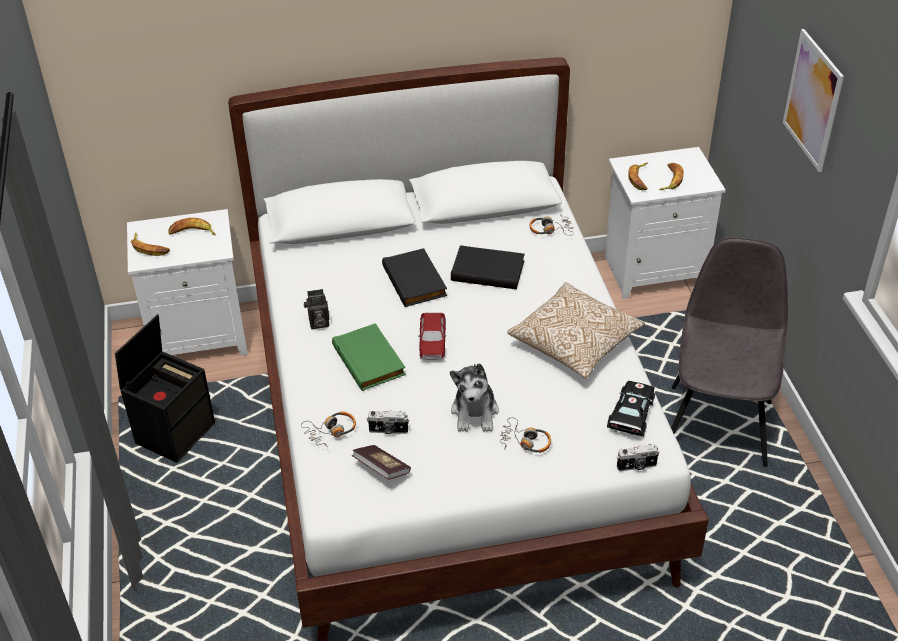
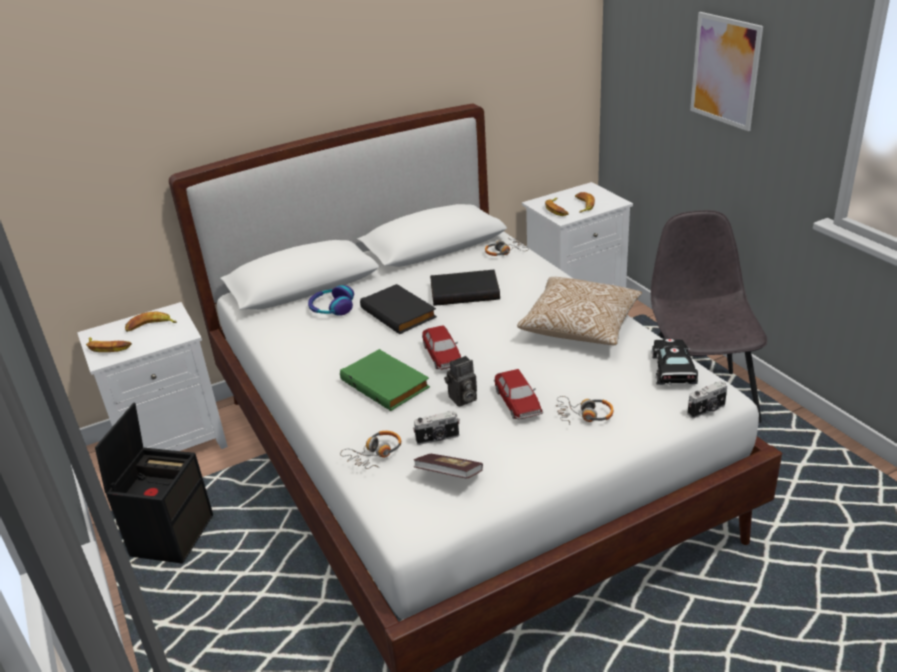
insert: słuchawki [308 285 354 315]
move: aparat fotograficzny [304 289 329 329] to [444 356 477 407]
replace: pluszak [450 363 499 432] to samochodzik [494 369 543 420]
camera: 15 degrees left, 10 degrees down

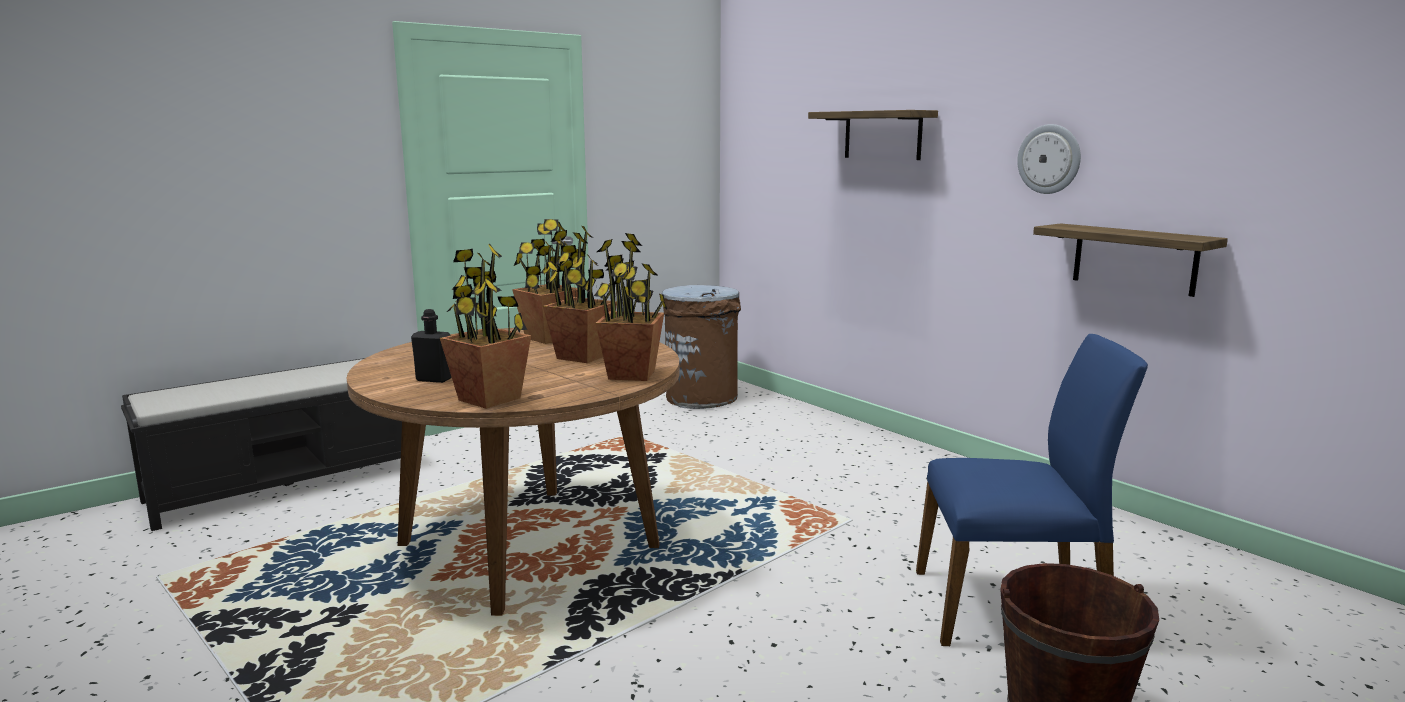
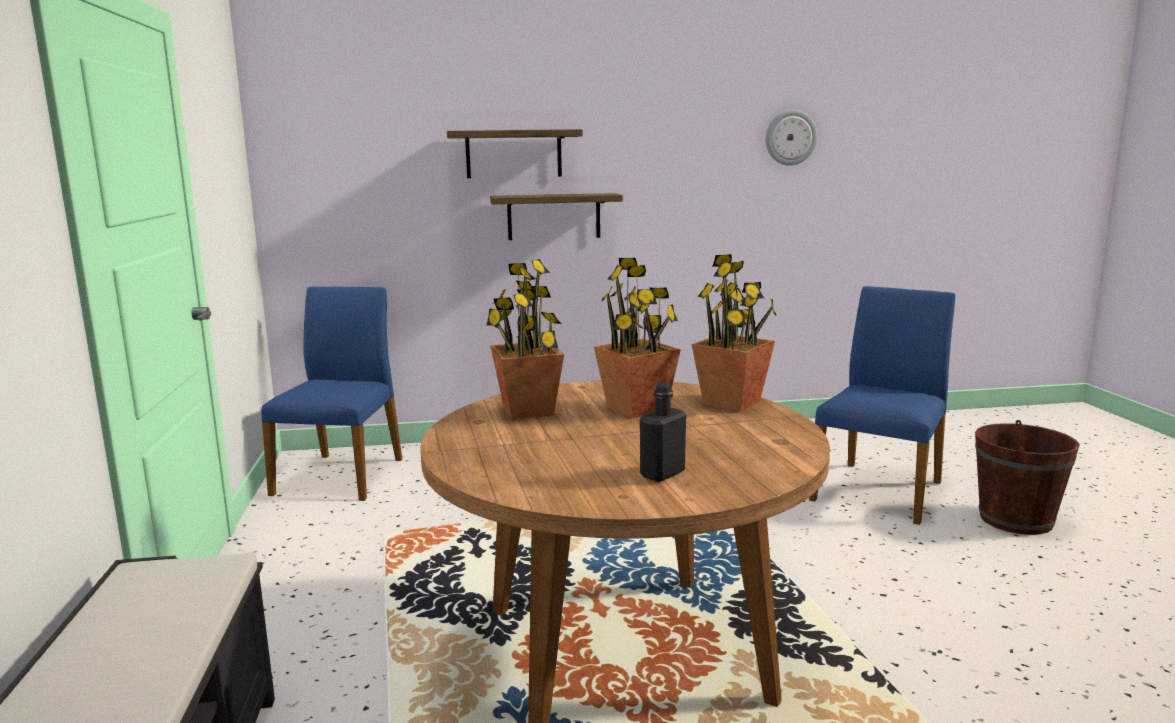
delete: roślina doniczkowa [440 244 531 409]
move: półka [1033 223 1228 297] to [490 193 623 240]; zegar ścienny [1017 124 1081 194] to [765 110 817 166]
replace: kosz na śmieci (brązowy) [662 285 741 409] to krzesło (niebieski) [261 286 402 501]
camera: 60 degrees left, 0 degrees up

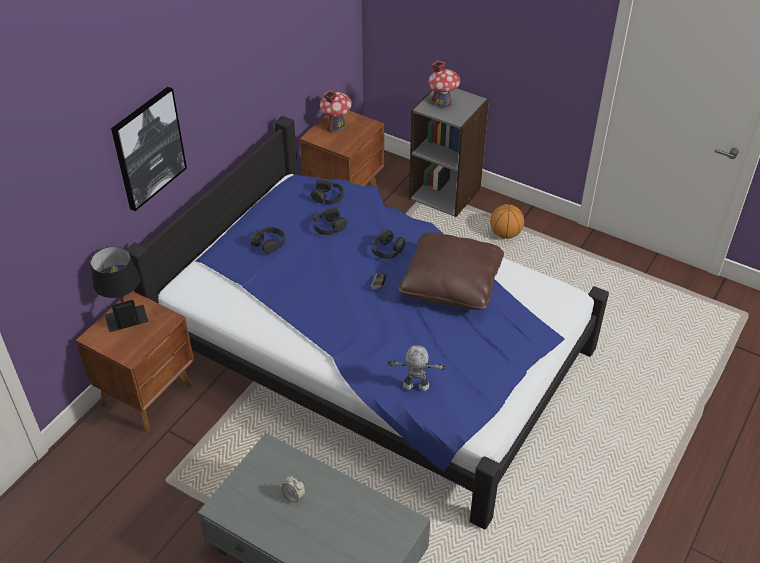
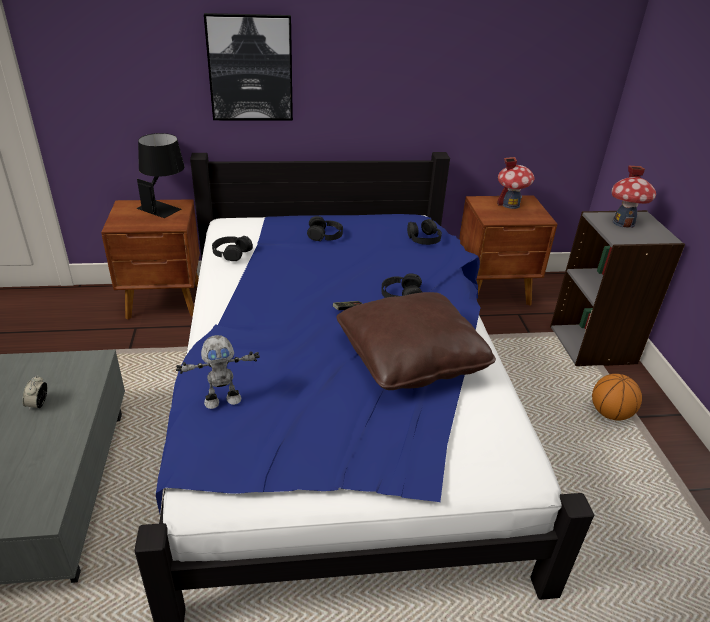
move: słuchawki (czarny) [313 207 347 235] to [212 236 253 261]
rotate: robot zabawkowy [387 345 446 391] = [176 335 260 409] 105 degrees clockwise
camera: 50 degrees right, 10 degrees down

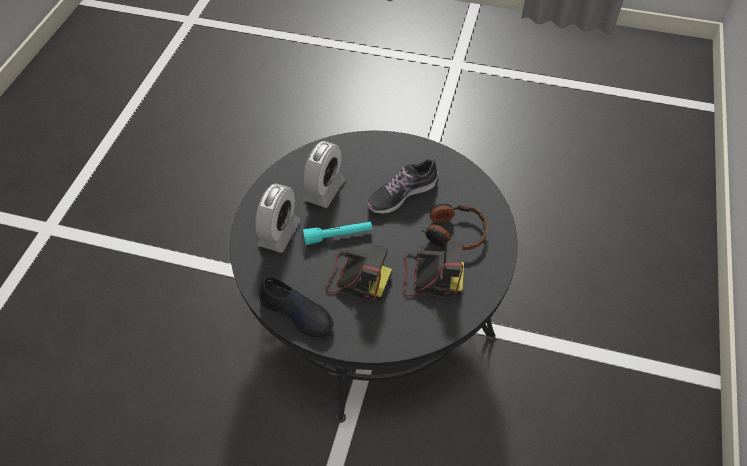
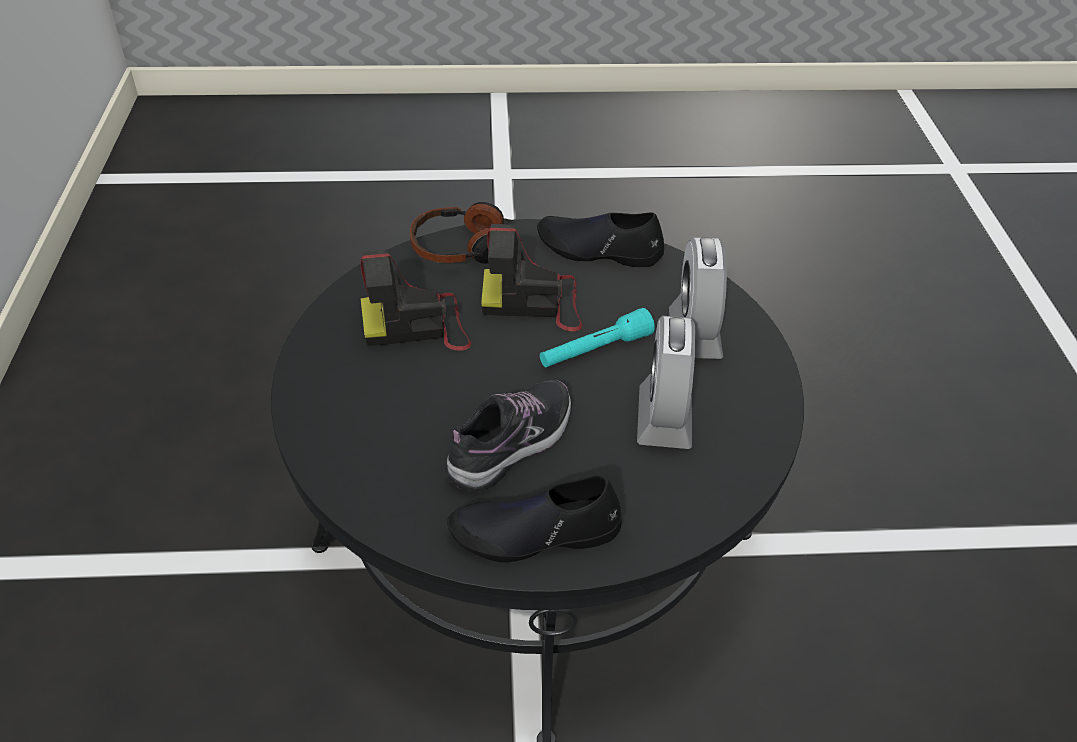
insert: but (czarny) [447 476 621 563]
move: słuchawki [421 204 488 250] to [410 202 513 264]
camera: 160 degrees right, 10 degrees down

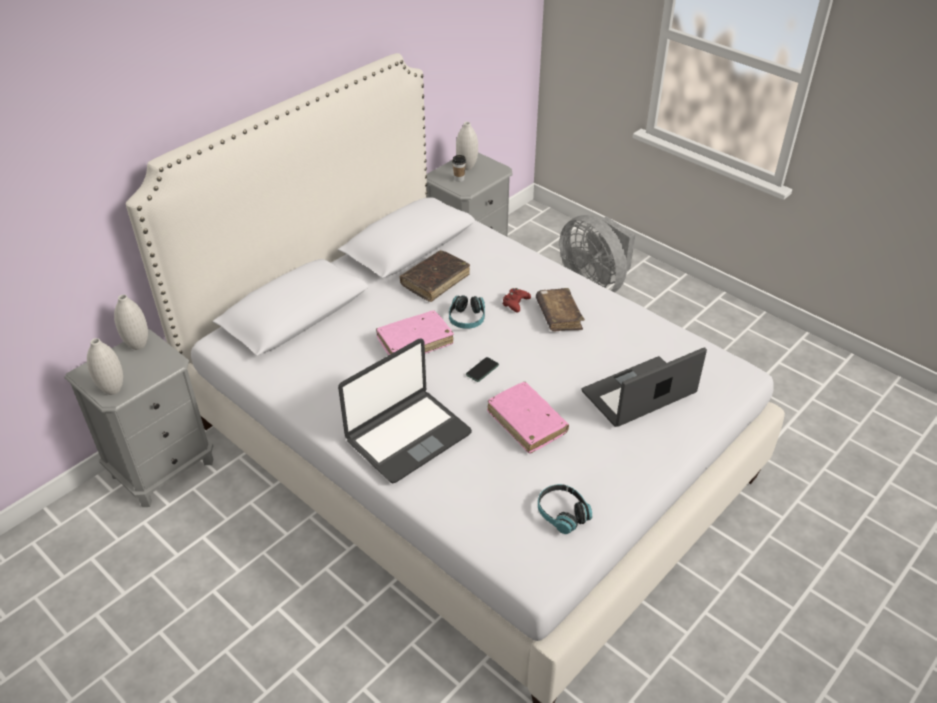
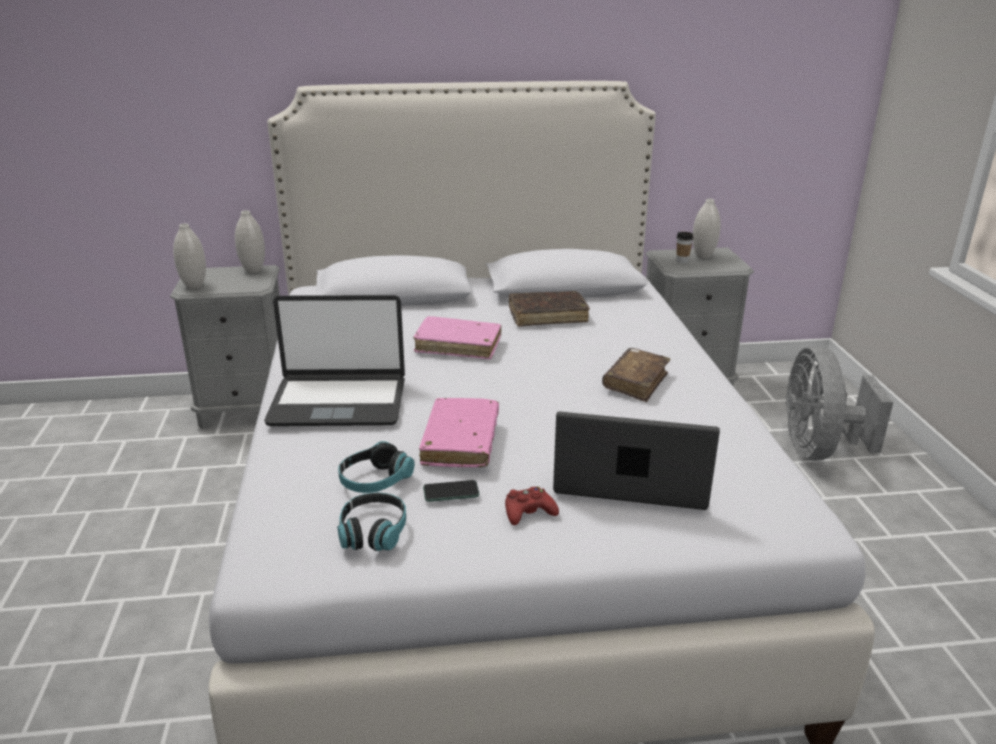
move: słuchawki [449 295 485 329] to [338 441 415 493]; telefon [466 357 499 382] to [423 480 479 502]; pad do gier (czerwony) [503 288 531 313] to [505 486 559 525]
camera: 40 degrees right, 15 degrees down

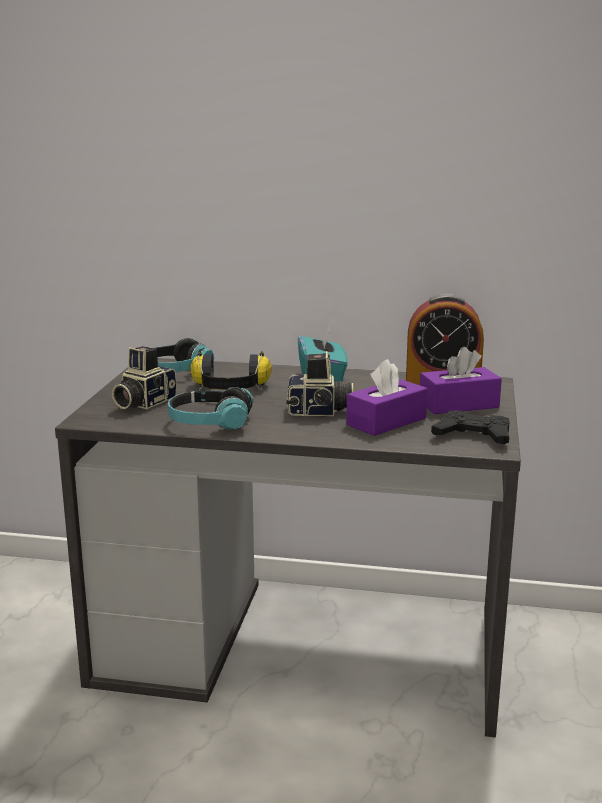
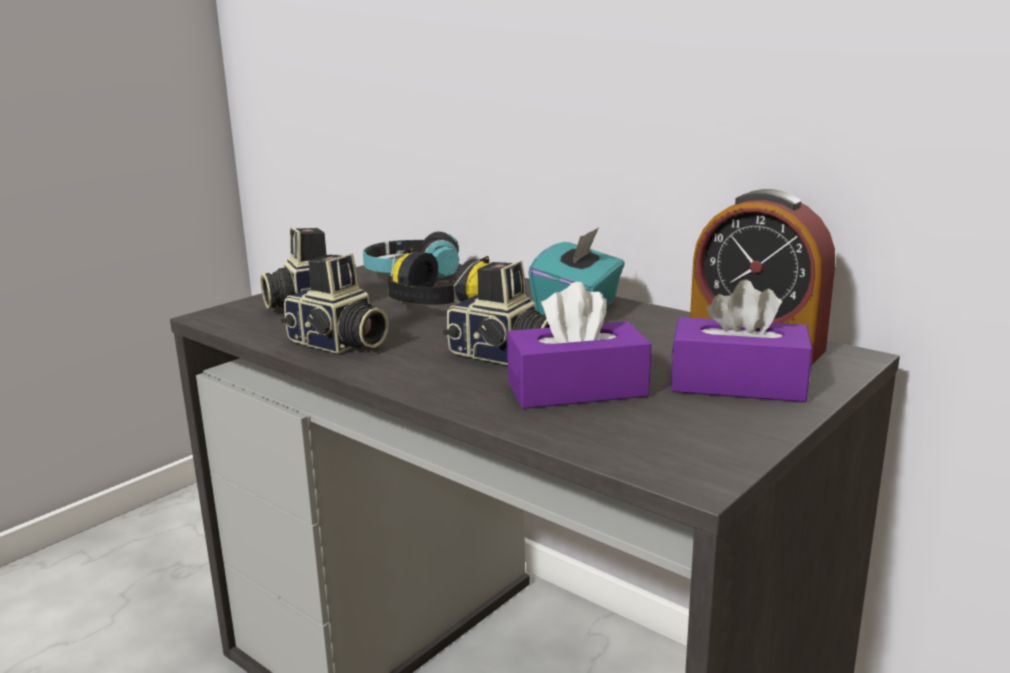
delete: pad do gier (czarny) [431 410 510 444]
replace: słuchawki [168 387 253 429] to aparat fotograficzny [281 253 389 354]
camera: 30 degrees right, 0 degrees up

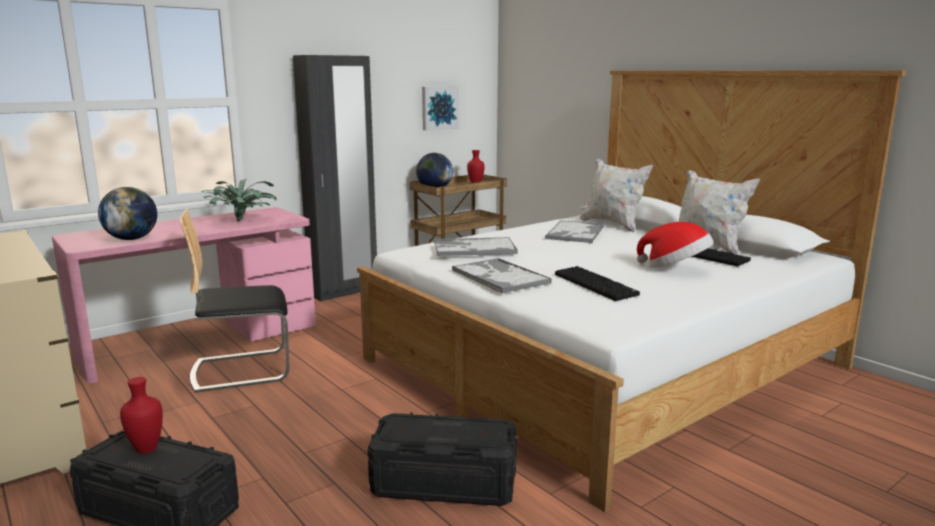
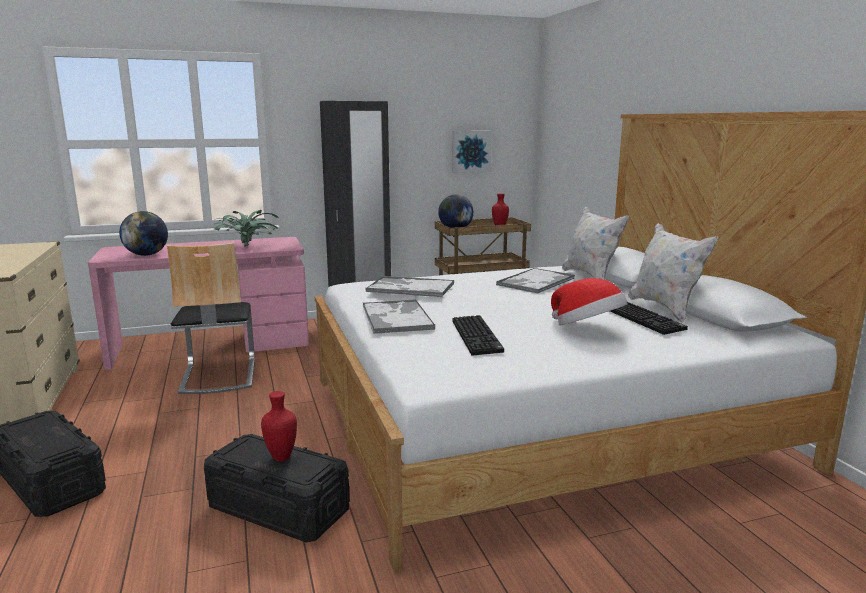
move: wazon (czerwony) [120 377 163 454] to [261 391 297 462]
rotate: krzesło [180 209 290 393] = [167 243 255 394] 105 degrees counterclockwise
camera: 20 degrees right, 0 degrees up

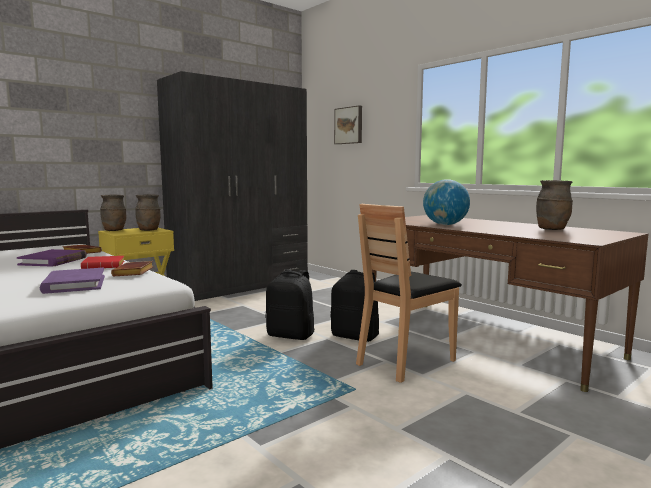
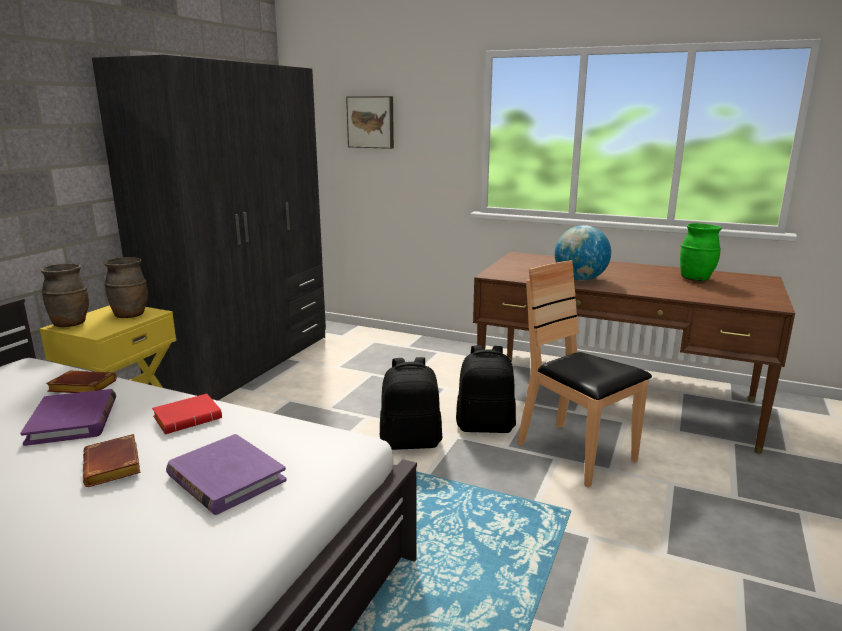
move: książka (brązowy) [111 261 153 276] to [83 434 140 487]
recolor: wazon (brązowy) [536 180 573 230] to wazon (zielony) [680 223 722 281]
rotate: krzesło (brązowy) [356 204 462 383] = [517 260 652 488] 120 degrees clockwise
camera: 25 degrees left, 10 degrees up

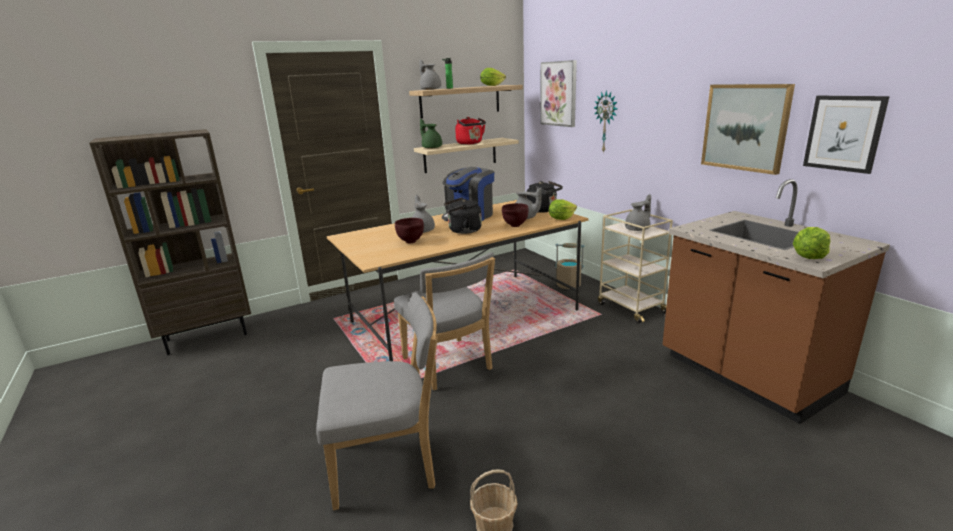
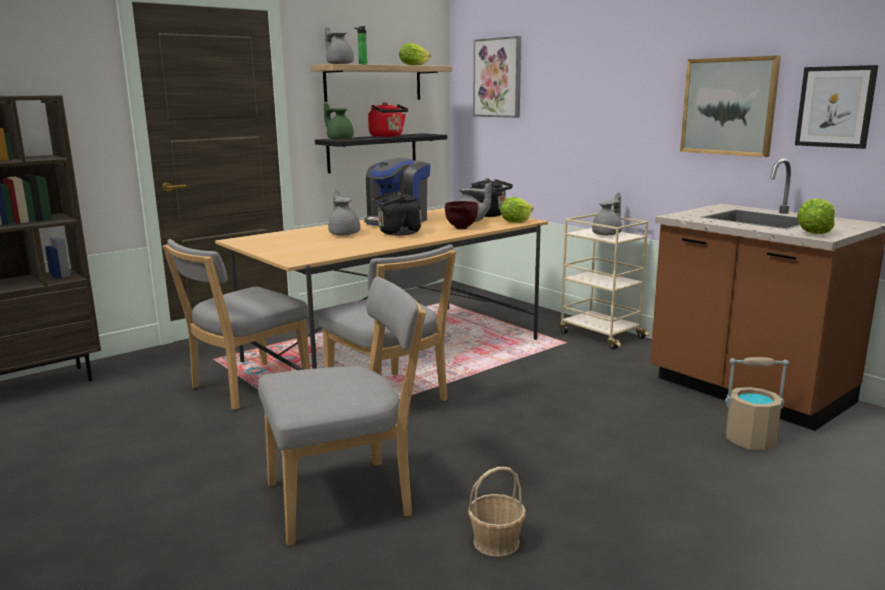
delete: miska (brązowy) [395 218 424 243]; zegar ścienny [594 90 618 153]
insert: krzesło (szary) [163 239 310 410]
move: wiadro (beżowy) [555 243 584 289] to [725 357 789 450]
recolor: półka (beżowy) [414 138 519 173] to półka (czarny) [315 133 447 173]
camera: 10 degrees left, 5 degrees down

